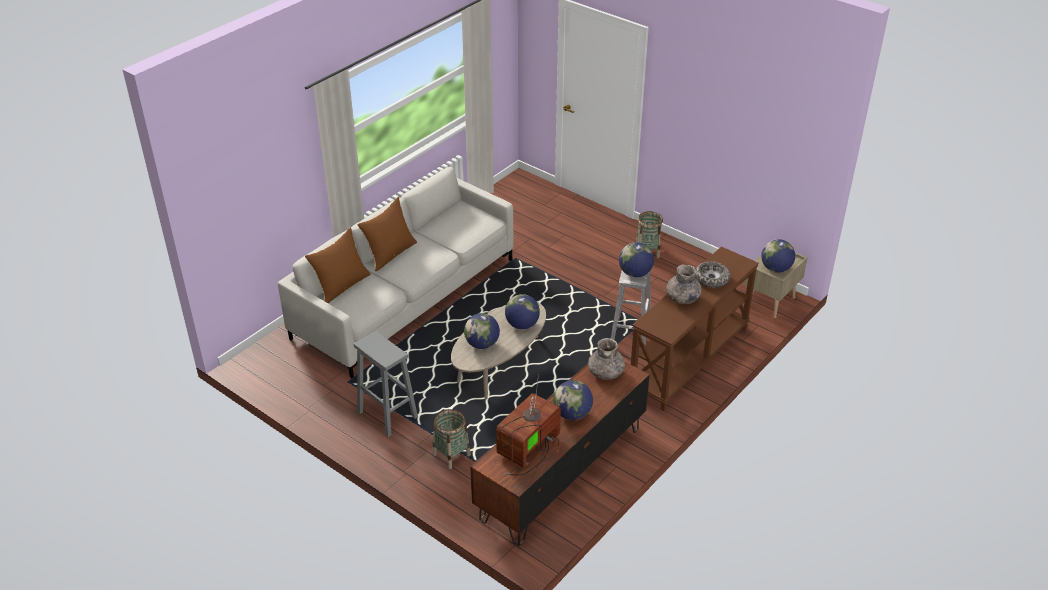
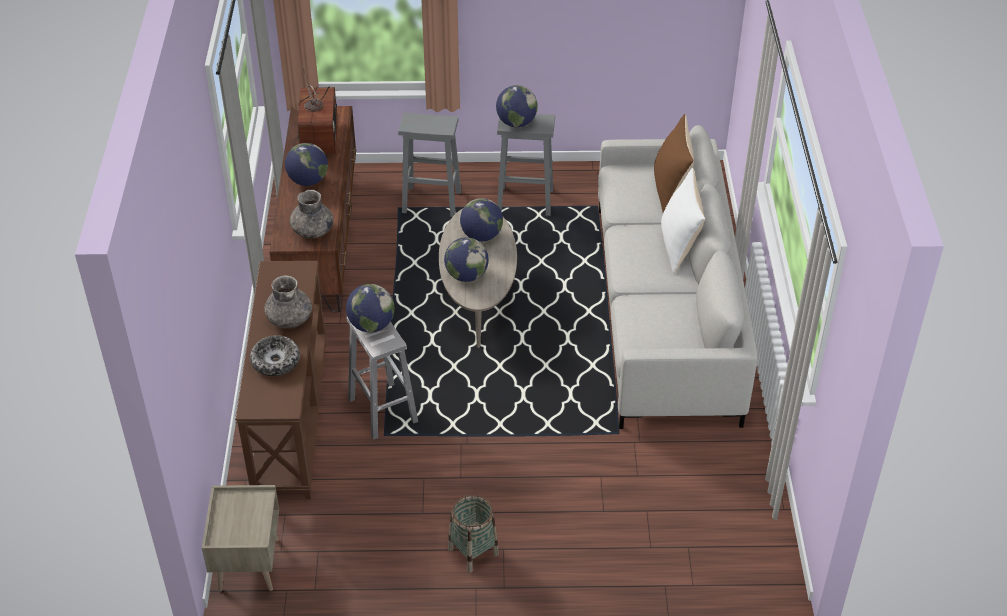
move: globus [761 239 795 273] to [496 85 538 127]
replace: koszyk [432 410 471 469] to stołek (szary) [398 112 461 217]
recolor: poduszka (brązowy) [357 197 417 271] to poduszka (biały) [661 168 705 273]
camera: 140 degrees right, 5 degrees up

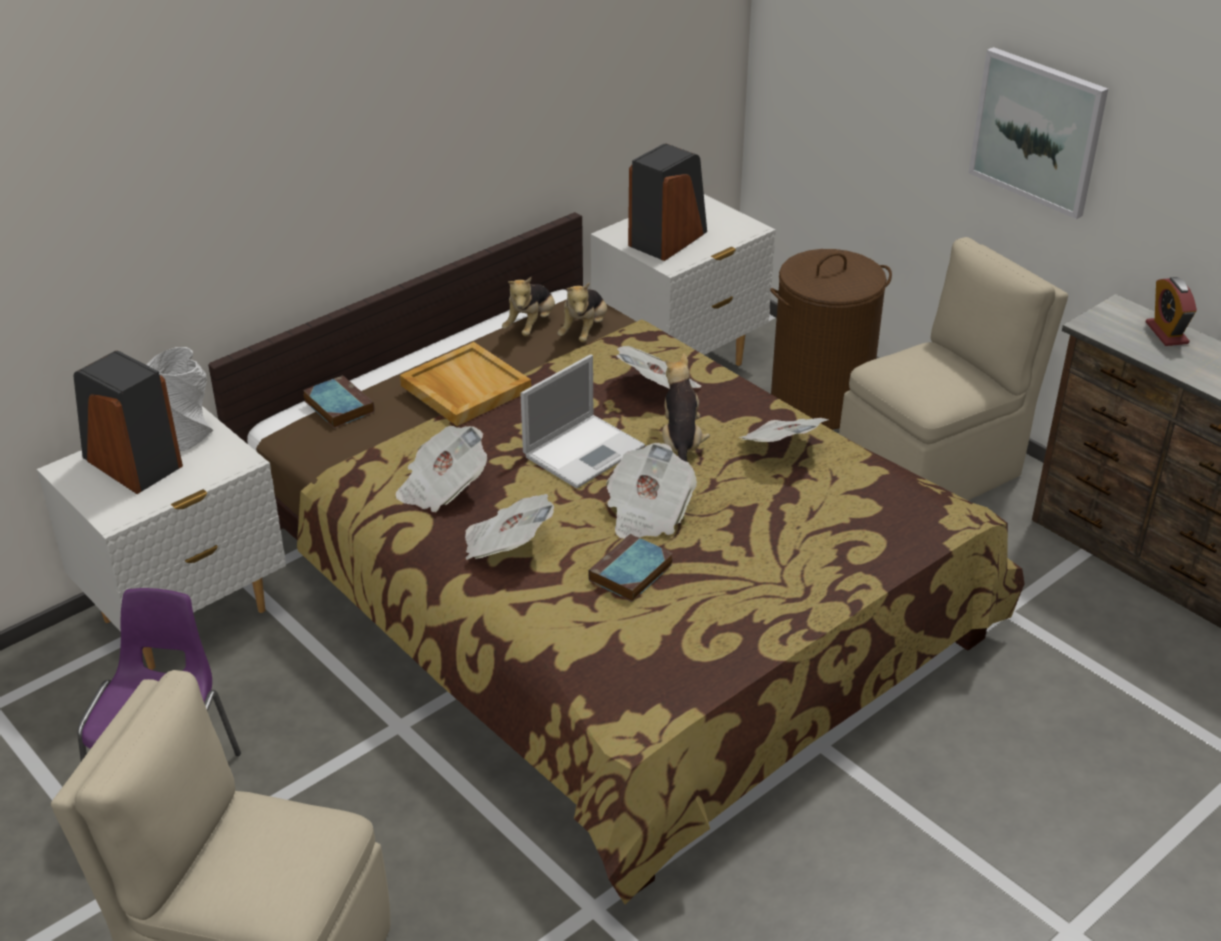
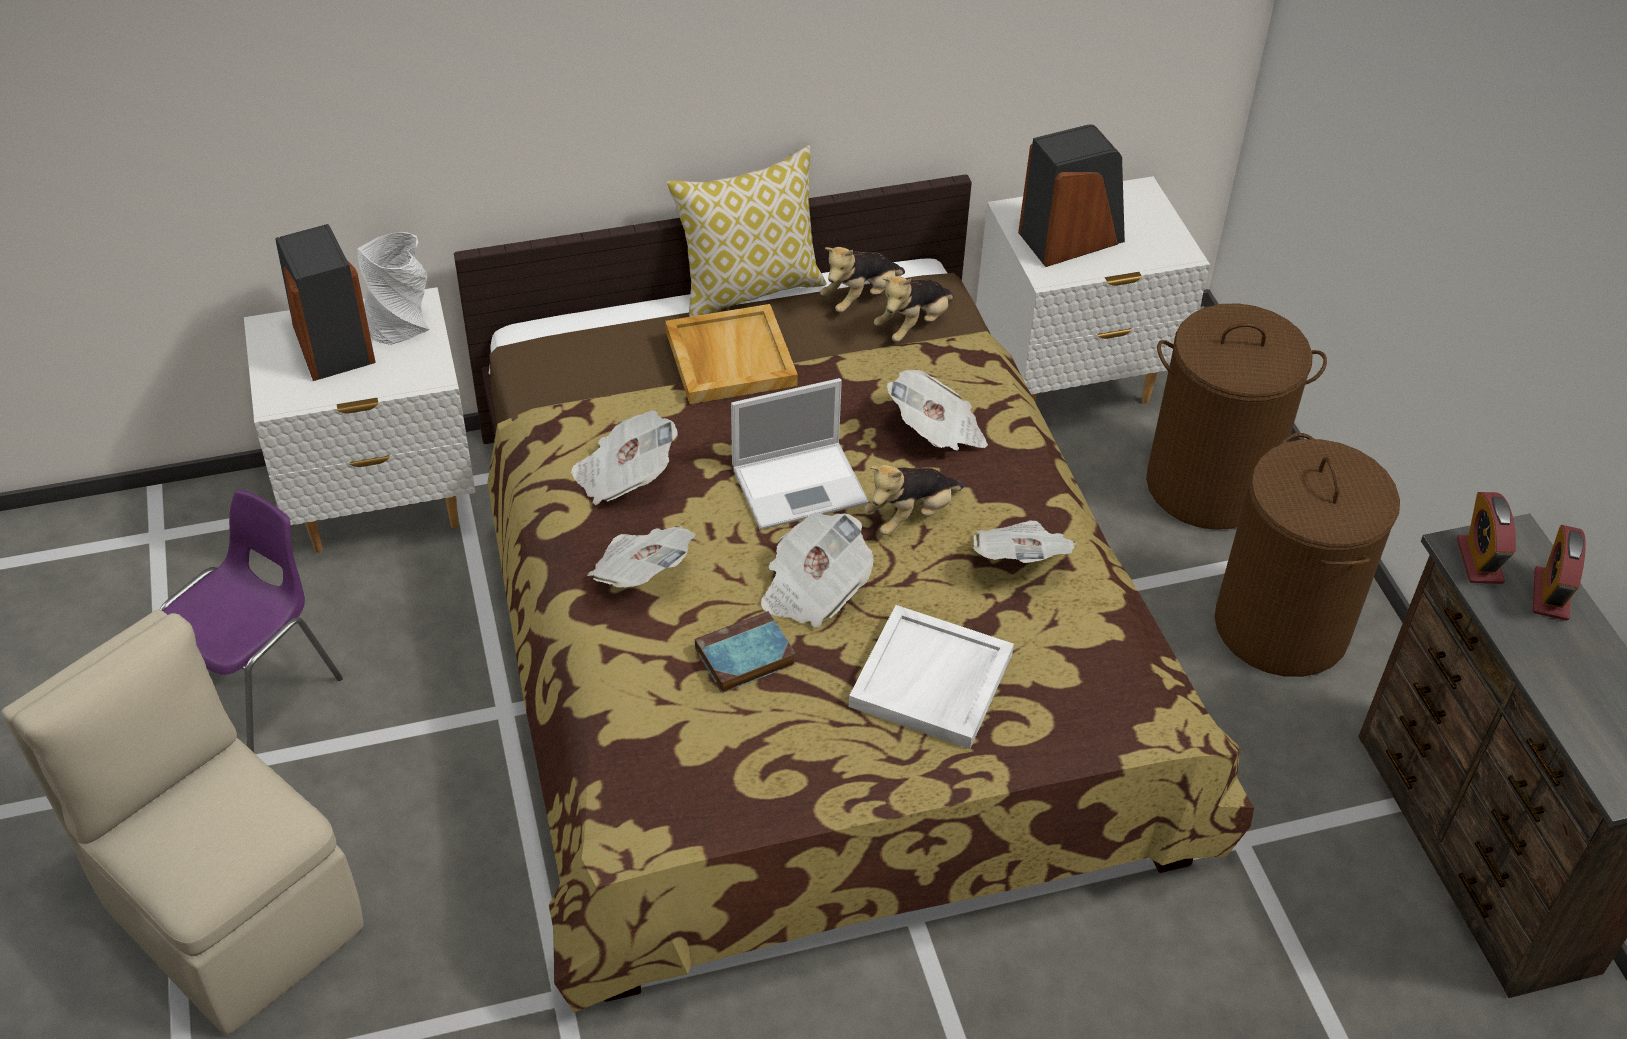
delete: książka [303 375 374 429]; obraz [968 47 1108 219]
insert: poduszka [667 145 827 317]; taca (biały) [849 605 1014 749]; budzik [1457 492 1516 584]
replace: krzesło (beżowy) [839 237 1068 500] to kosz na pranie (brązowy) [1214 433 1400 677]
rotate: pluszak [662 353 710 462] = [865 465 964 535] 150 degrees counterclockwise
camera: 25 degrees right, 10 degrees up

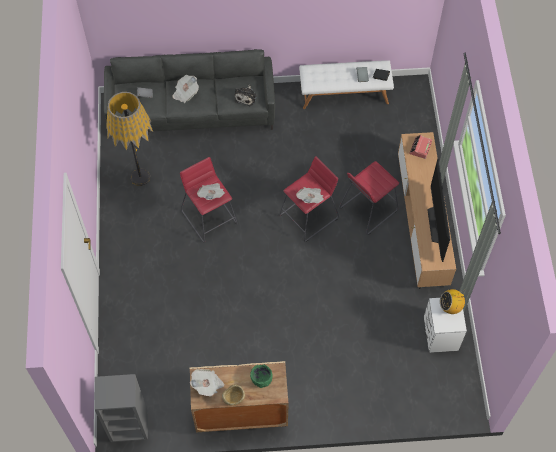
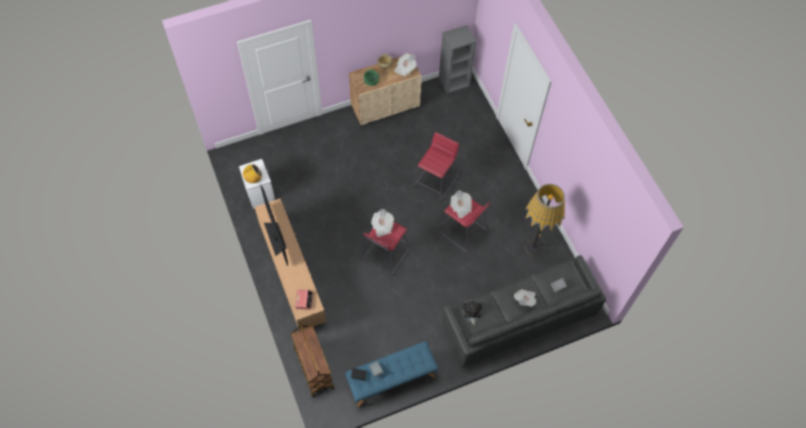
insert: wózek (brązowy) [291 323 334 397]
move: stołek (czerwony) [339 161 399 235] to [413 132 459 201]
recolor: ławka (biały) [299 60 394 109] to ławka (niebieski) [345 341 439 408]
camera: 160 degrees right, 0 degrees up

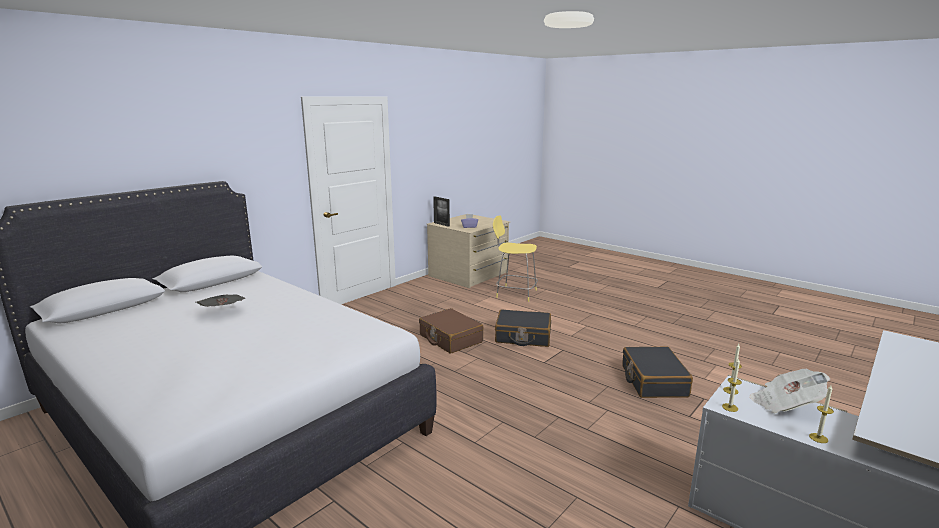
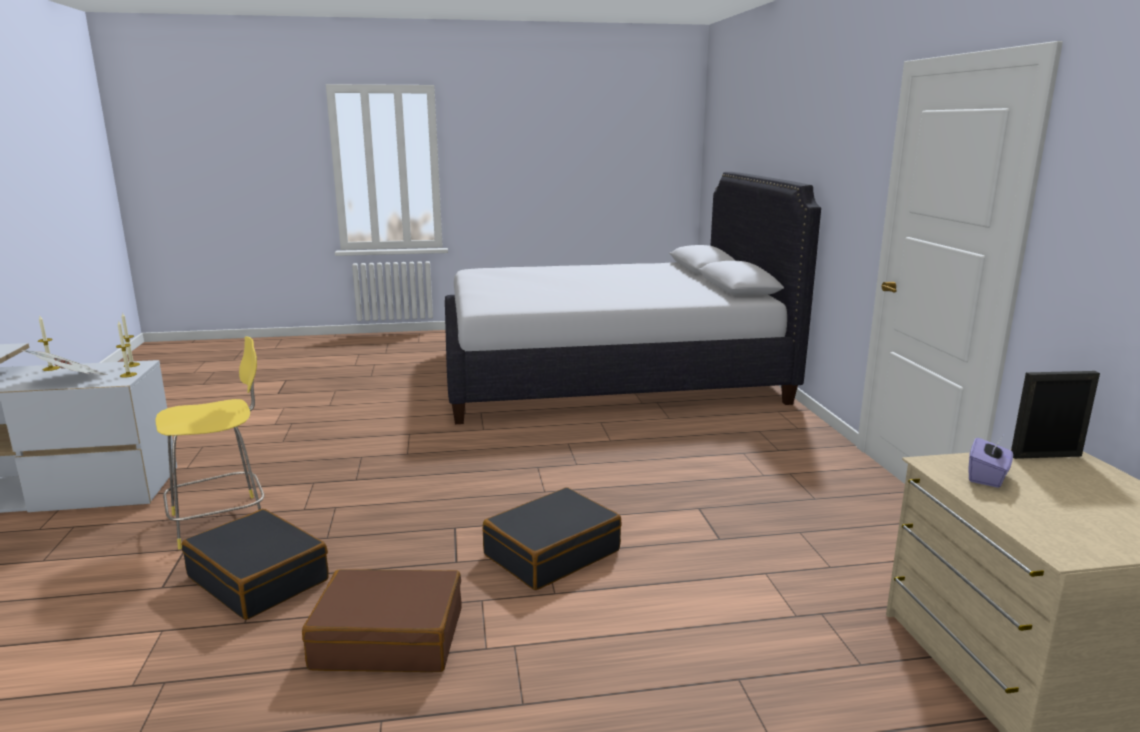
delete: gazeta [196 295 245 307]
move: stołek (żółty) [493 215 538 302] to [155 336 264 550]; walizka (brązowy) [419 308 484 354] to [302 569 461 672]
camera: 130 degrees right, 0 degrees up

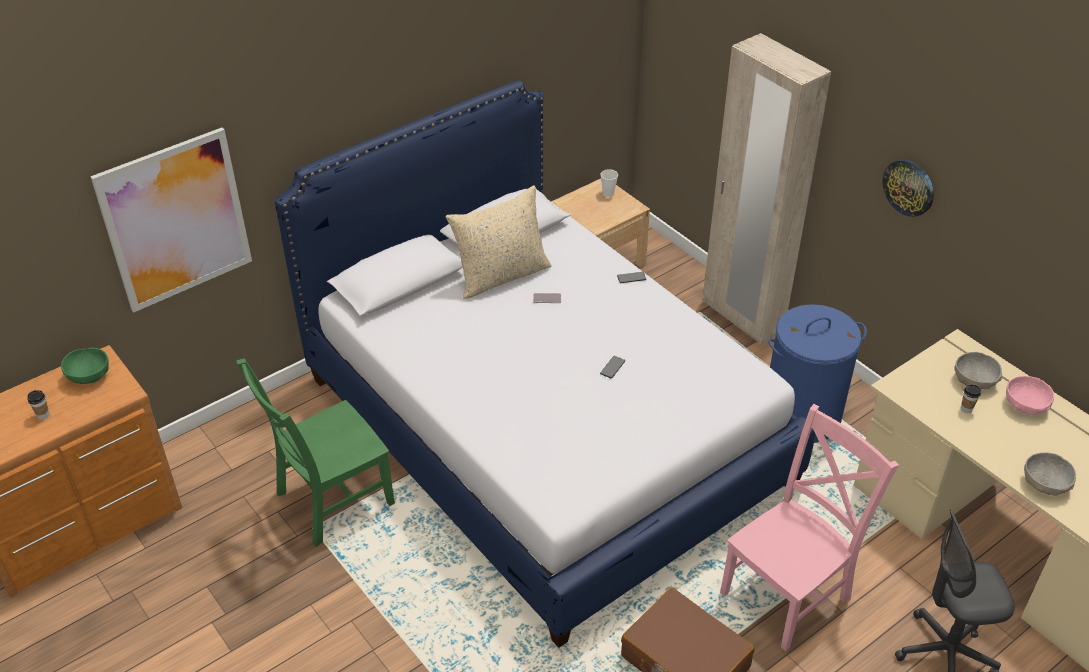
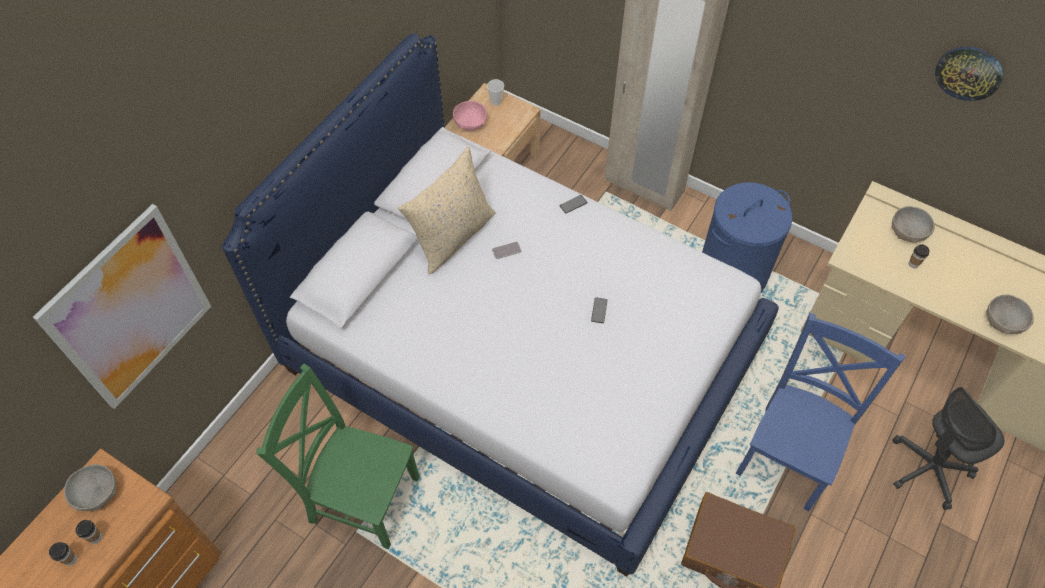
insert: filiżanka [75 520 102 544]
move: miska (różowy) [1006 376 1054 415] to [453 101 487 131]; zegar ścienny [882 159 934 217] to [935 46 1003 101]
recolor: miska (zielony) [61 348 109 384] to miska (szary) [64 464 117 511]; krzesło (różowy) [720 404 899 651] to krzesło (niebieski) [736 313 906 511]
rotate: krzesło (zielony) [236 358 395 547] = [256 364 420 549] 75 degrees clockwise
camera: 20 degrees left, 15 degrees up

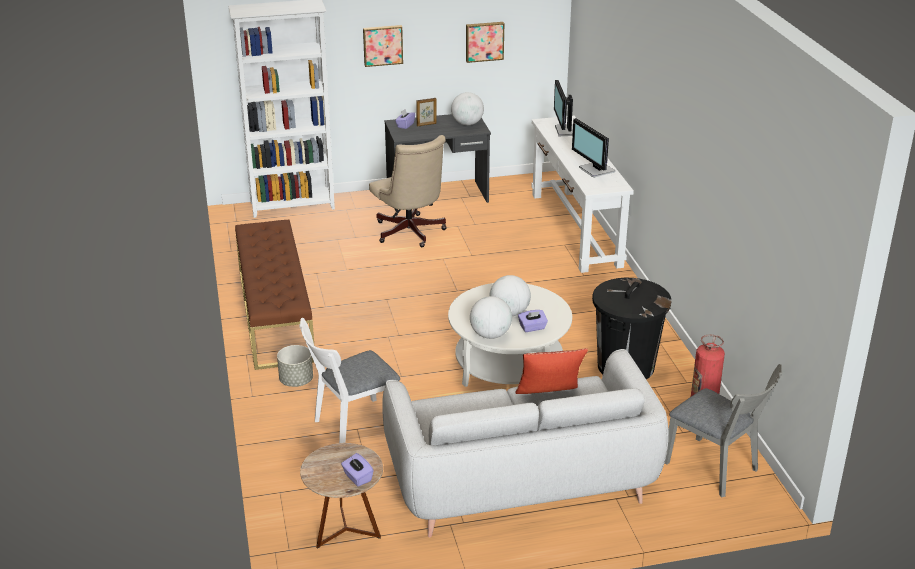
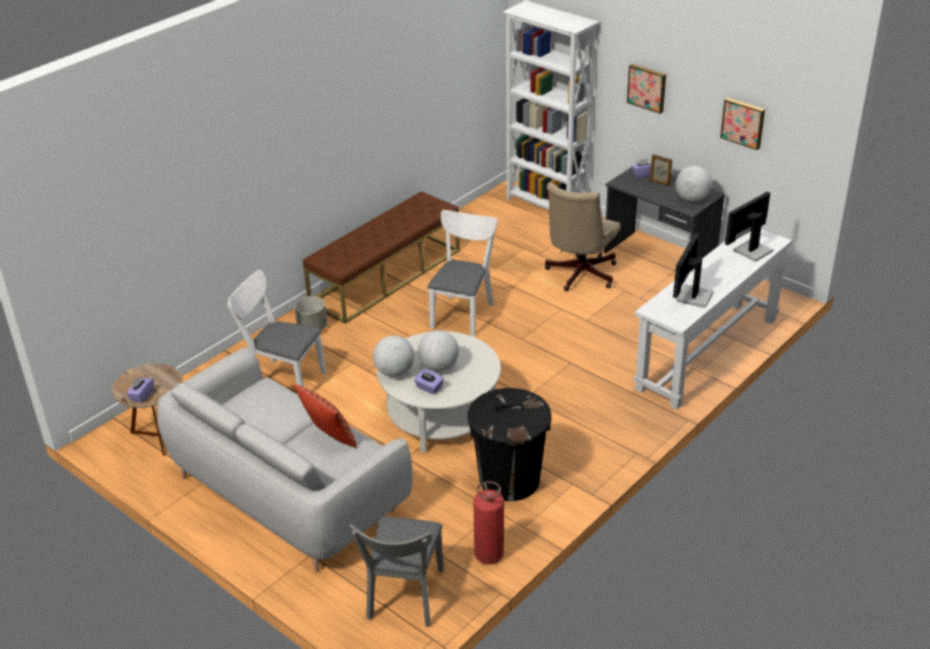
insert: krzesło (biały) [428 210 498 336]
camera: 55 degrees right, 5 degrees up

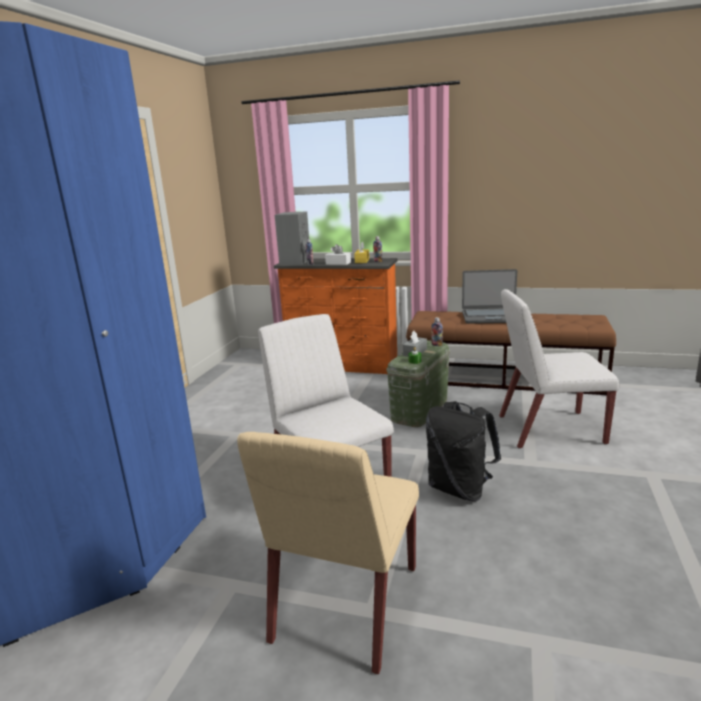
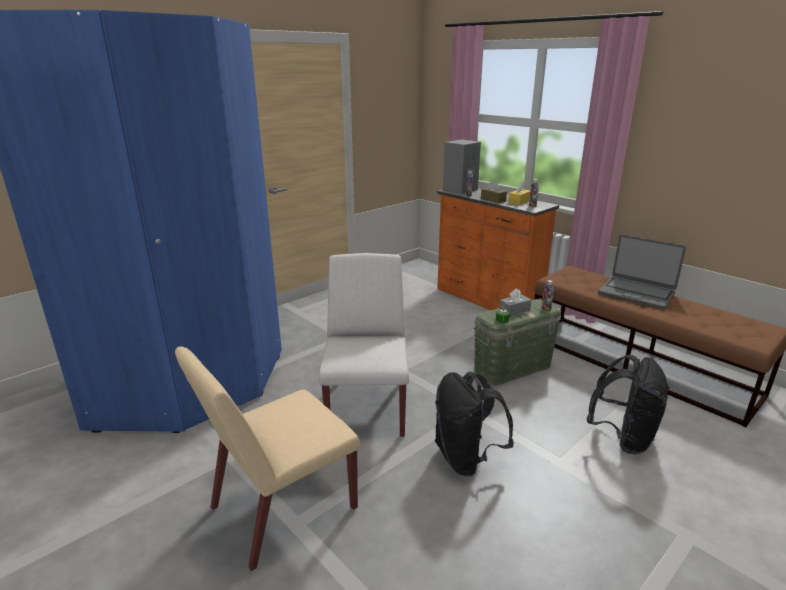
replace: krzesło (biały) [499 289 619 449] to plecak (czarny) [587 355 670 454]
recolor: pudełko chusteczek (biały) [325 244 351 265] to pudełko chusteczek (brązowy) [481 181 507 203]
camera: 30 degrees right, 5 degrees up

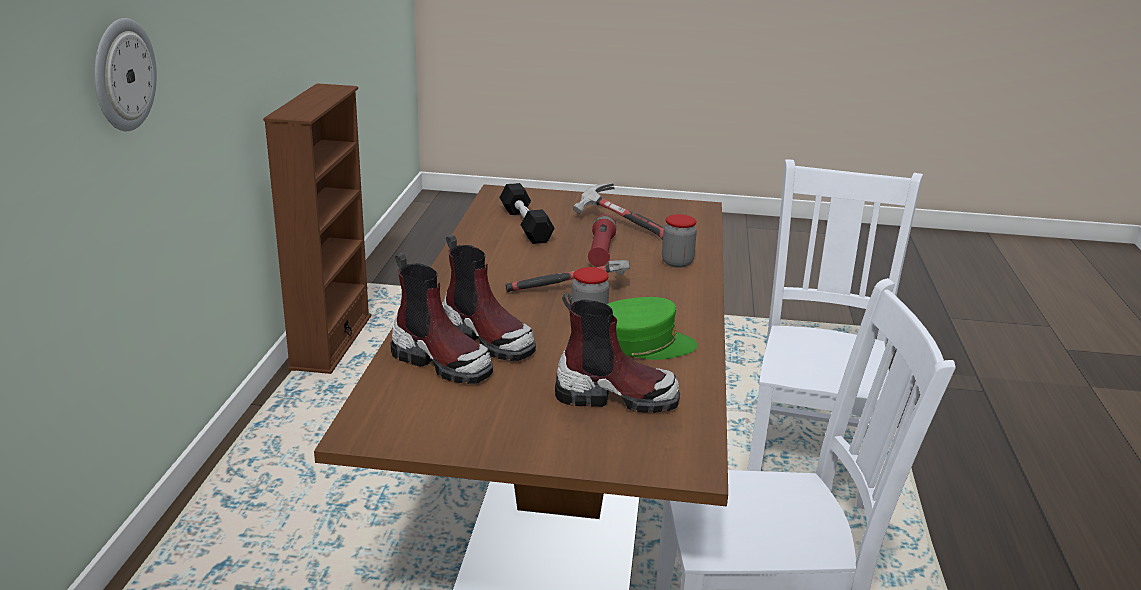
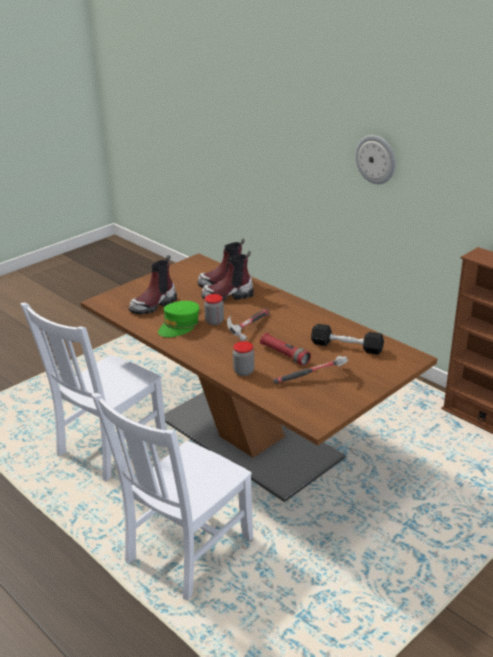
rotate: krzesło (biały) [747 159 923 509] = [92 393 253 601] 75 degrees clockwise
camera: 130 degrees right, 5 degrees up

